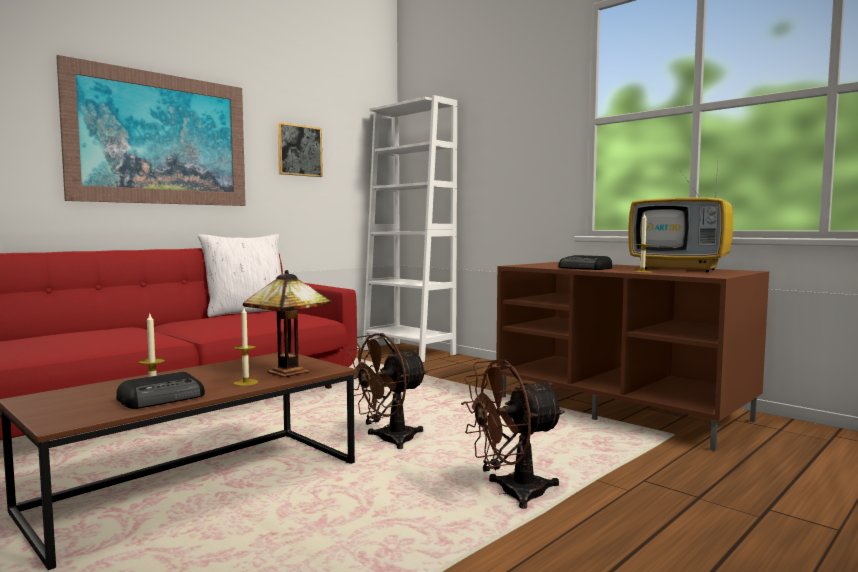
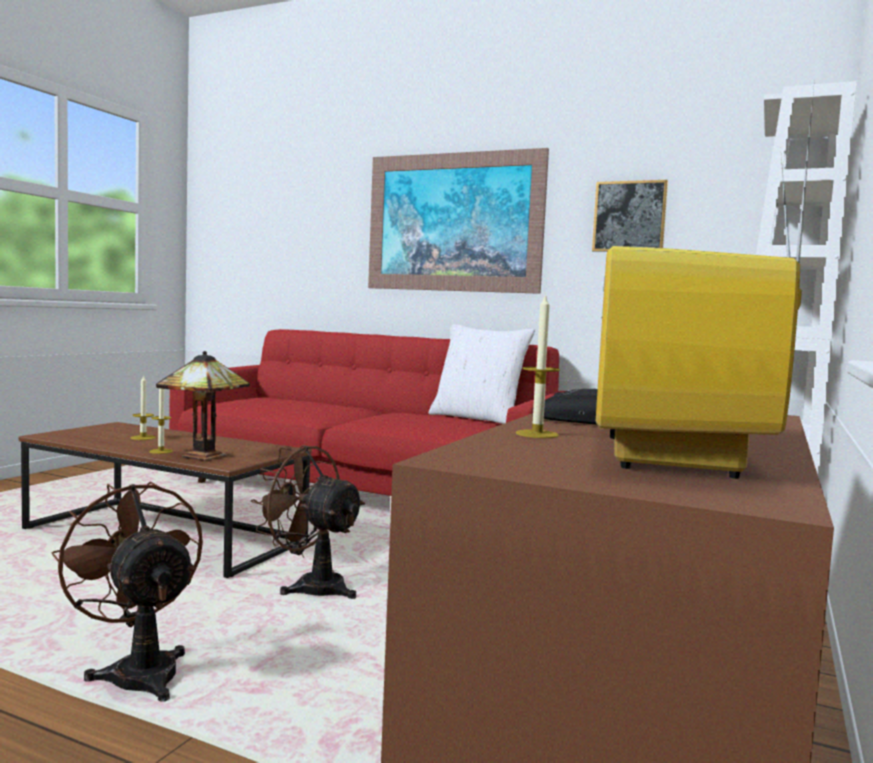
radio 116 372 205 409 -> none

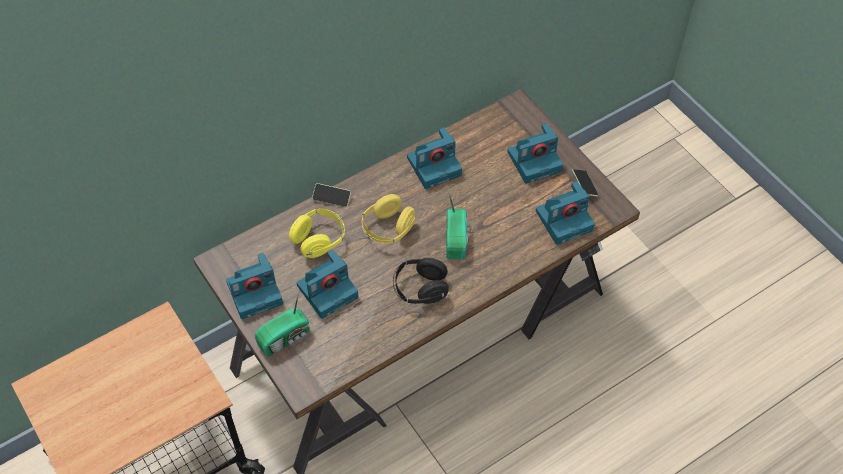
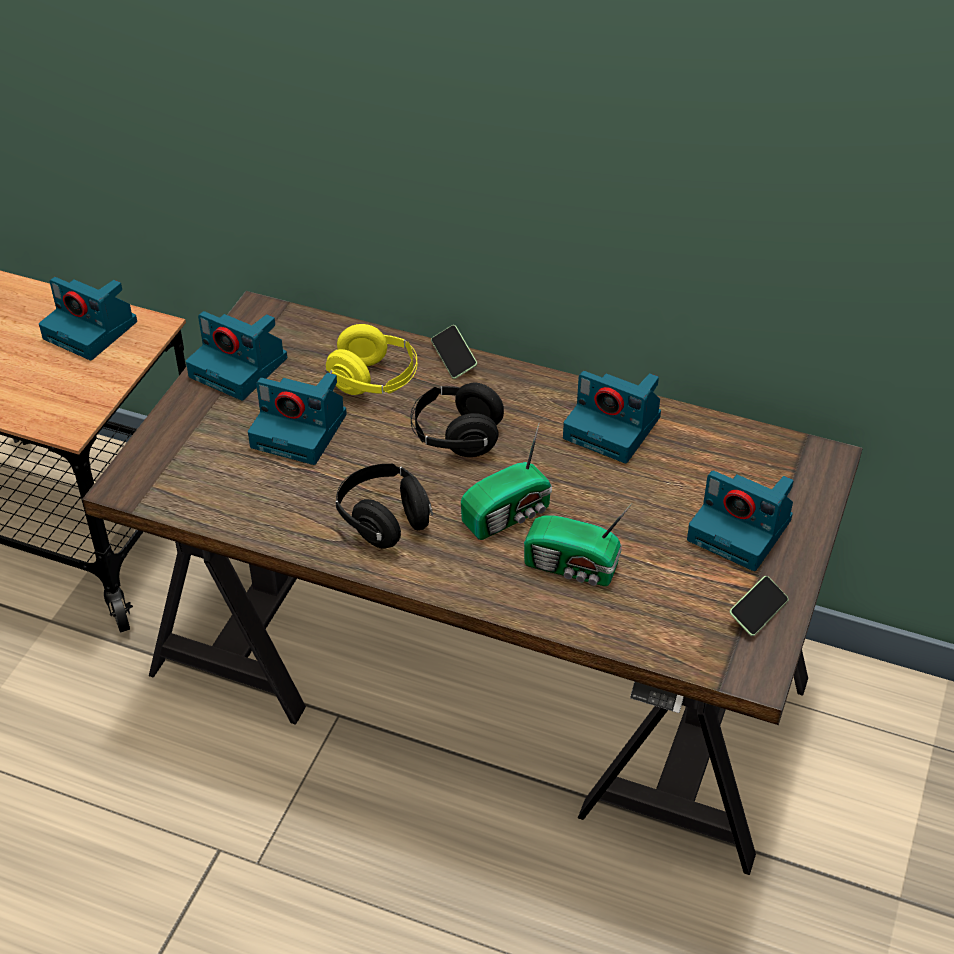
aparat fotograficzny 536 181 595 245 -> aparat fotograficzny 39 277 137 360, relocated
słuchawki/żółty 362 194 415 244 -> słuchawki/czarny 411 383 504 457
radio 255 290 310 357 -> radio 524 503 632 586, relocated

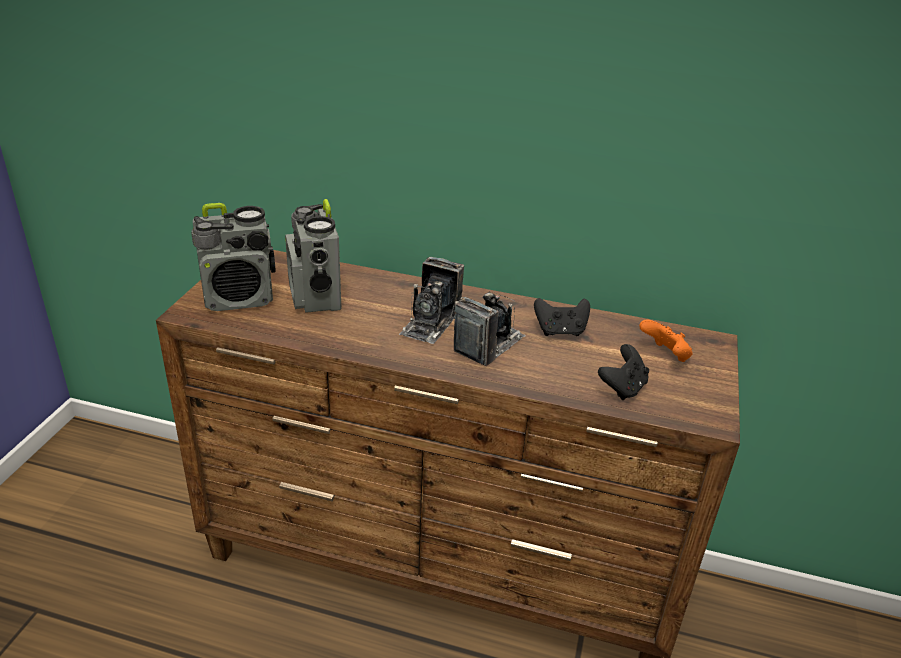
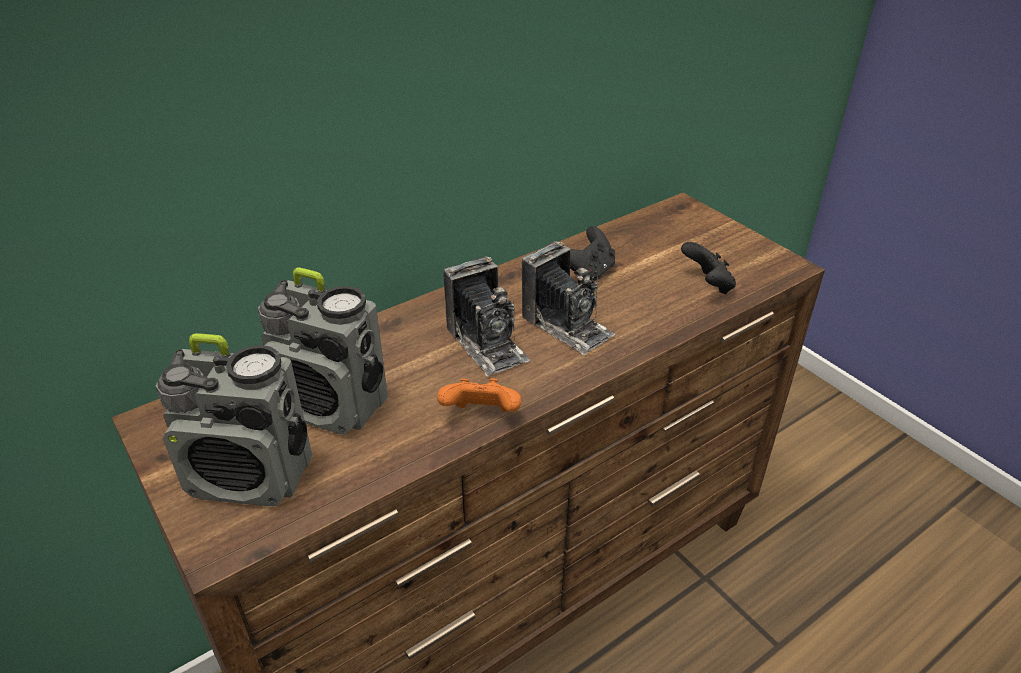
radio 191 203 275 311 -> radio 156 333 312 506, 75 degrees clockwise
aparat fotograficzny 454 292 526 366 -> aparat fotograficzny 521 241 615 355, 150 degrees clockwise
pad do gier/pomarańczowy 639 319 693 362 -> pad do gier/pomarańczowy 437 379 521 412, relocated

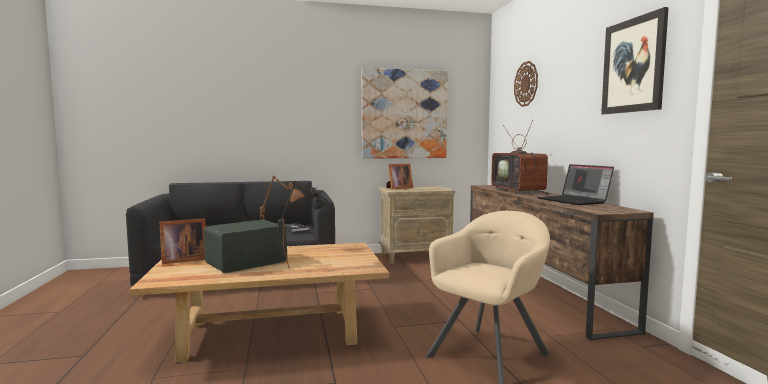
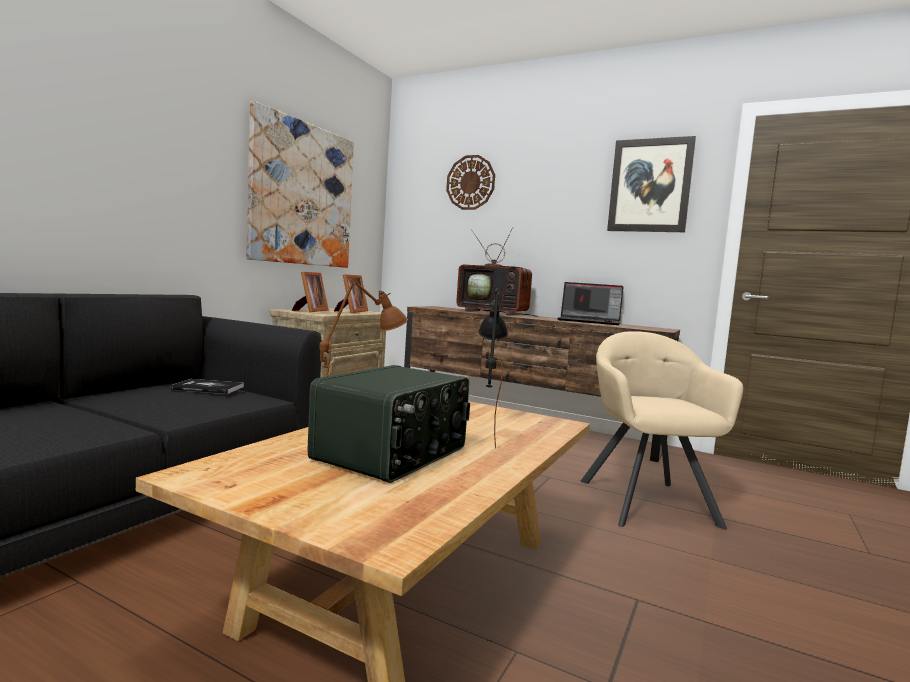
ramka na zdjęcie 160 219 206 264 -> ramka na zdjęcie 334 274 368 313, relocated
radio 204 219 287 273 -> radio 307 365 470 483, 150 degrees counterclockwise

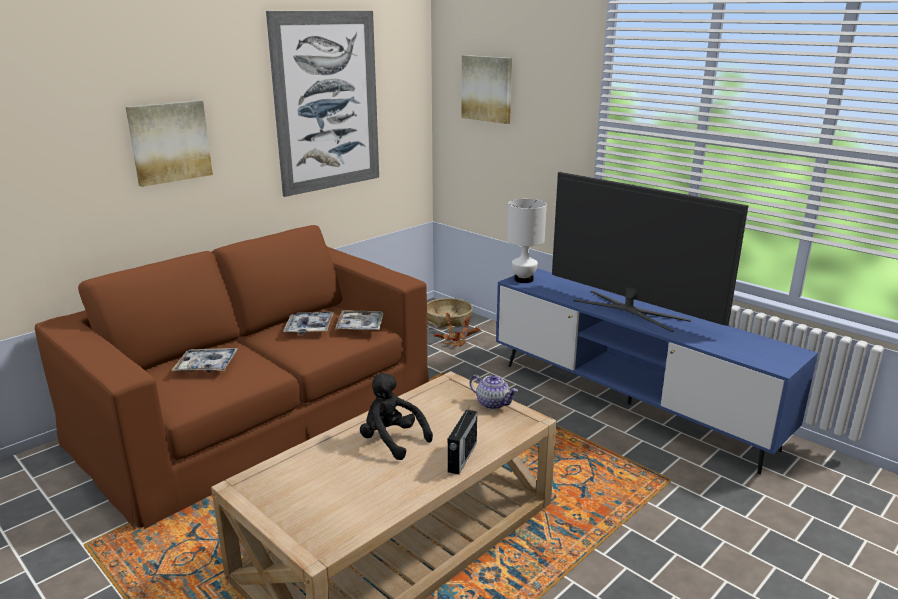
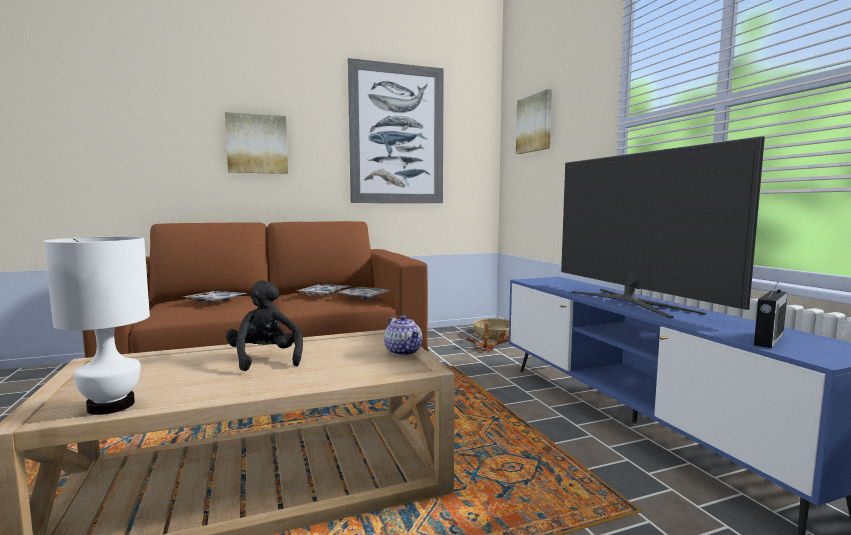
lampa stołowa/biały 507 199 547 283 -> lampa stołowa/biały 44 236 150 415, relocated
radio 448 408 477 475 -> radio 754 281 788 348, relocated

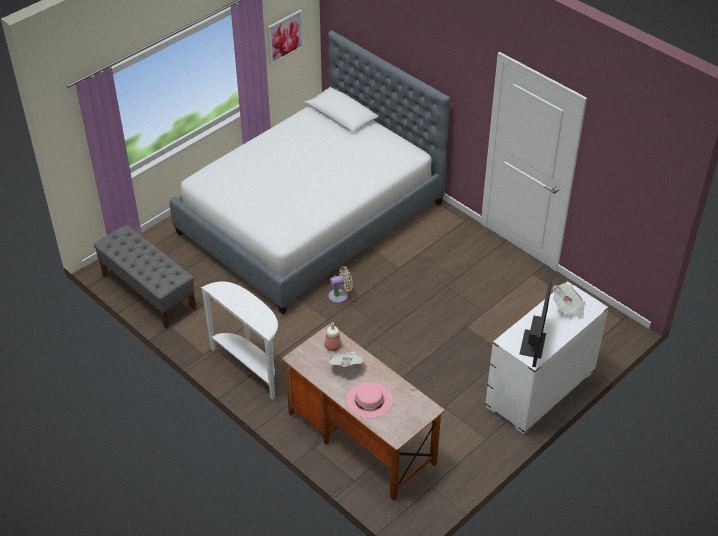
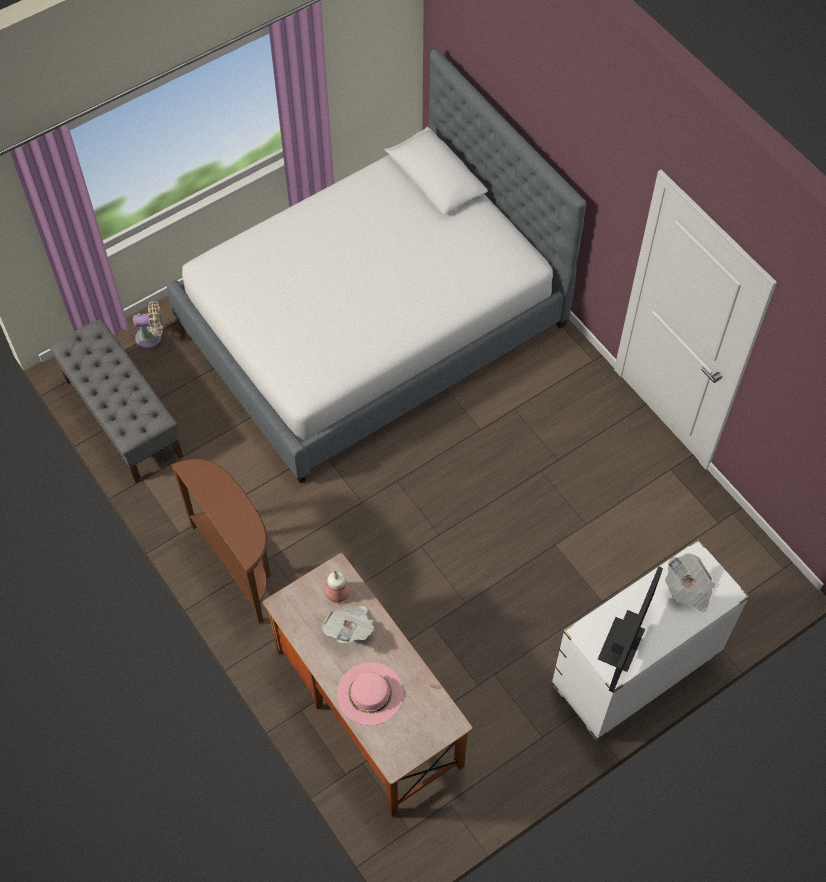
obraz 268 9 303 65 -> none
wentylator/beżowy 329 266 353 304 -> wentylator/beżowy 133 301 163 349, relocated
stolik konsolowy/biały 201 281 278 400 -> stolik konsolowy/brązowy 171 459 271 624

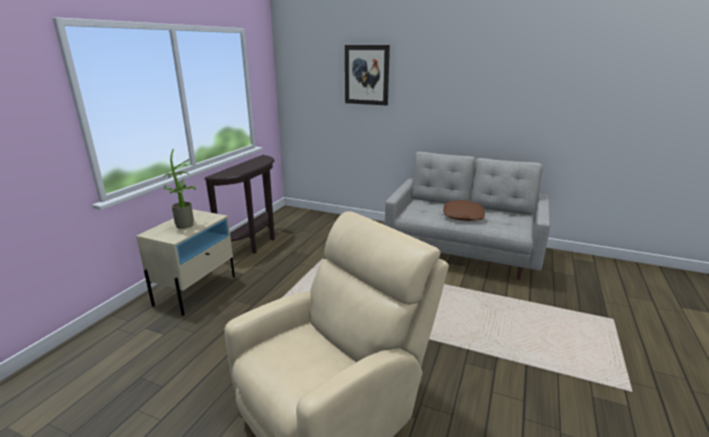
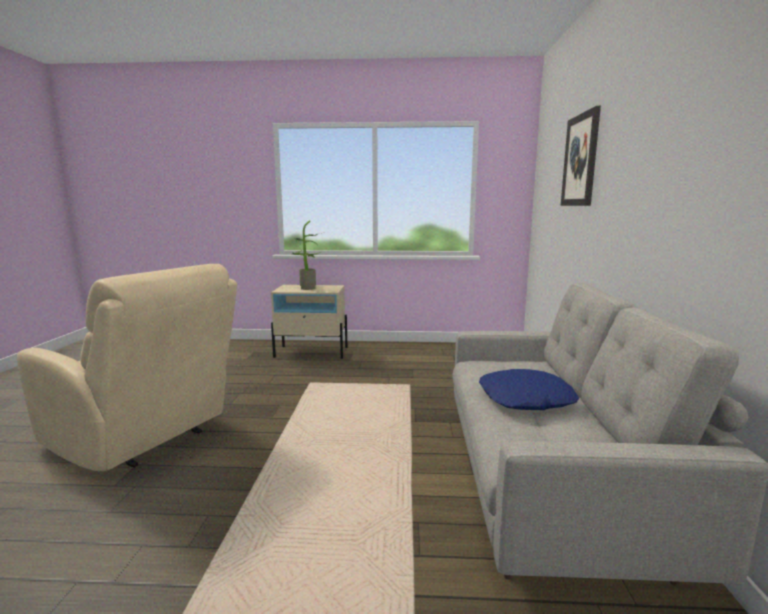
stolik konsolowy/brązowy 204 155 275 253 -> none
poduszka/brązowy 443 200 485 221 -> poduszka/niebieski 479 369 579 410

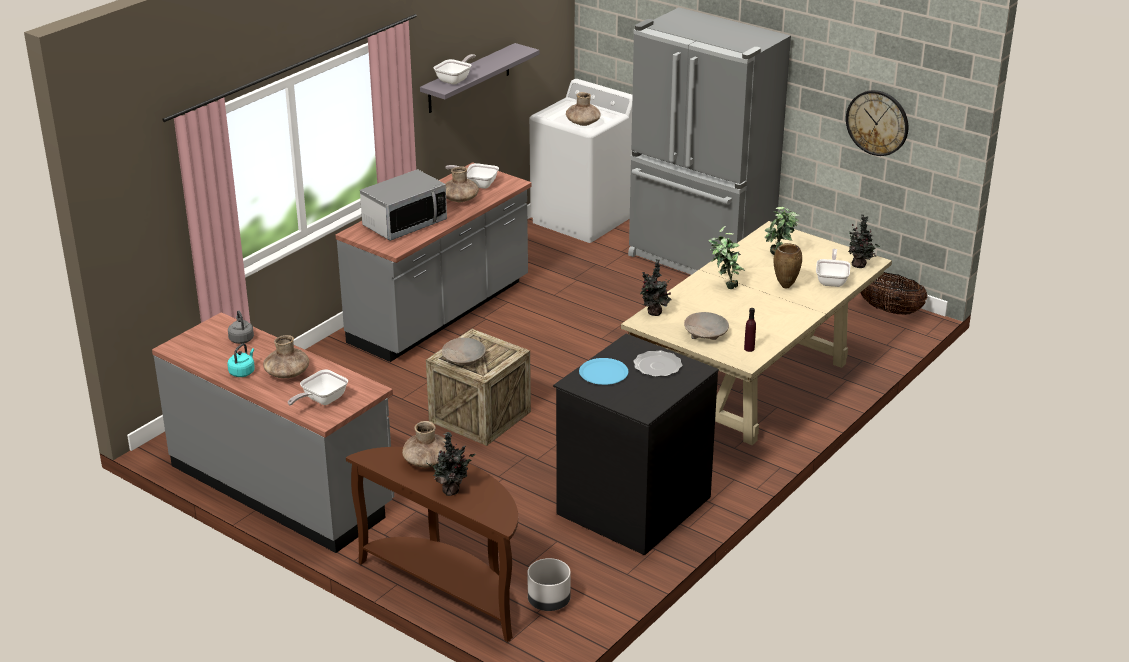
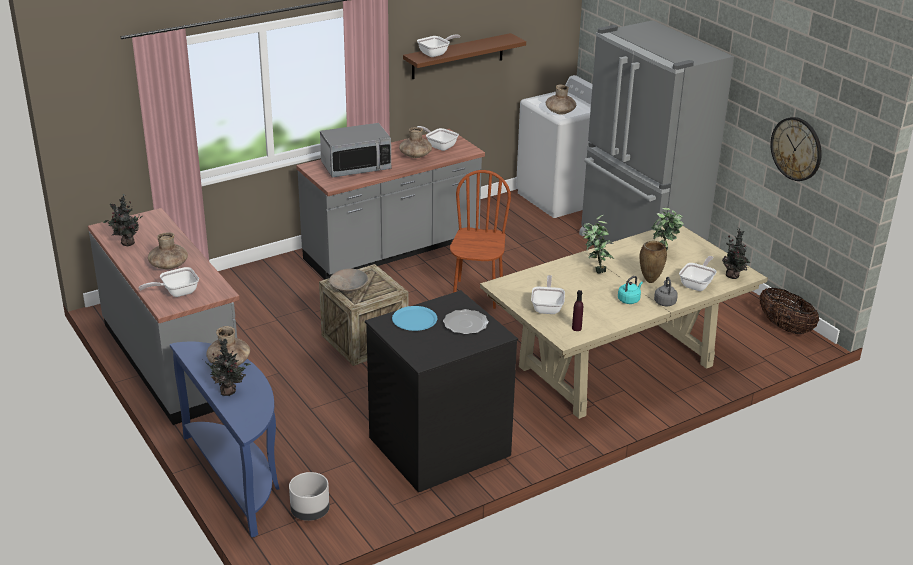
półka/szary 420 43 539 113 -> półka/brązowy 403 33 526 79
roślina doniczkowa 640 259 672 316 -> roślina doniczkowa 103 194 143 246, relocated
czajnik/szary 228 310 254 344 -> czajnik/szary 654 277 678 306, relocated
miska/beżowy 684 312 729 340 -> patelnia 531 275 565 314
czajnik/turkusowy 227 343 255 377 -> czajnik/turkusowy 618 276 643 304, relocated
stolik konsolowy/brązowy 346 447 518 642 -> stolik konsolowy/niebieski 170 342 280 537
none -> krzesło/brązowy 450 170 511 309

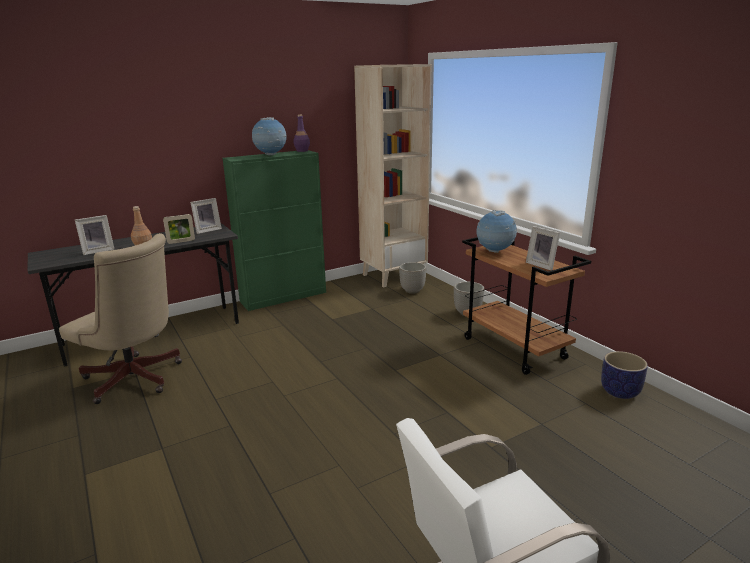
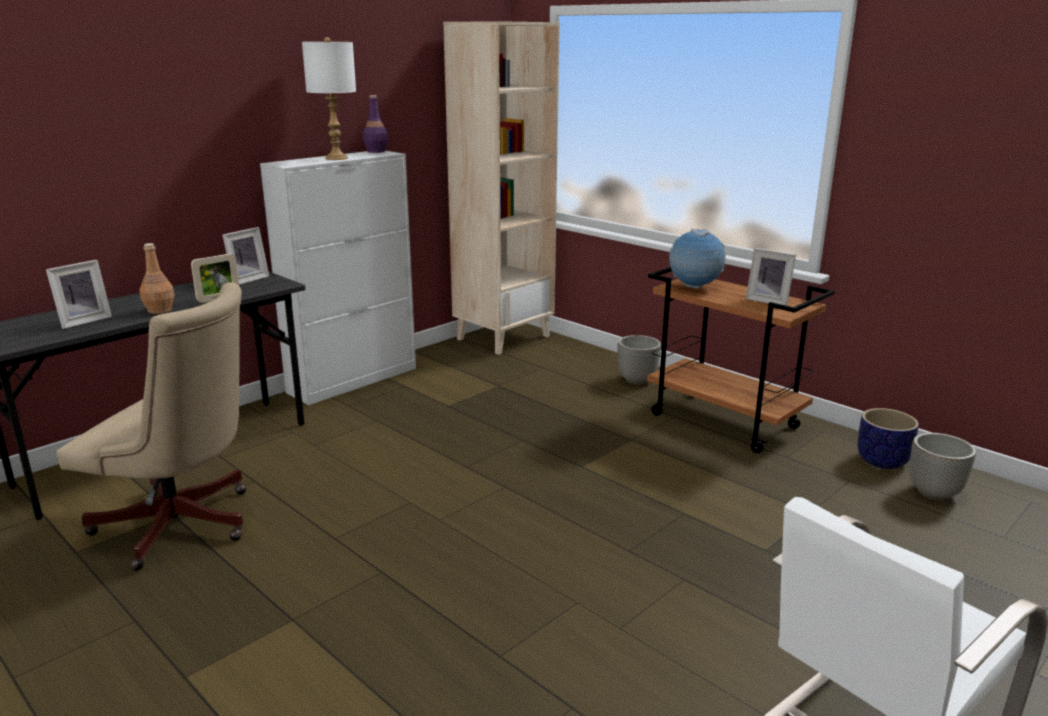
globus 252 117 287 155 -> lampa stołowa/biały 302 37 356 160
szafka/zielony 223 150 326 311 -> szafka/biały 260 151 416 405
donica 399 262 426 294 -> donica 910 433 976 501, relocated

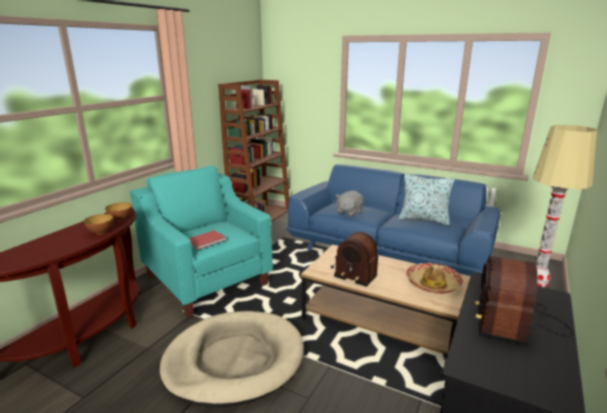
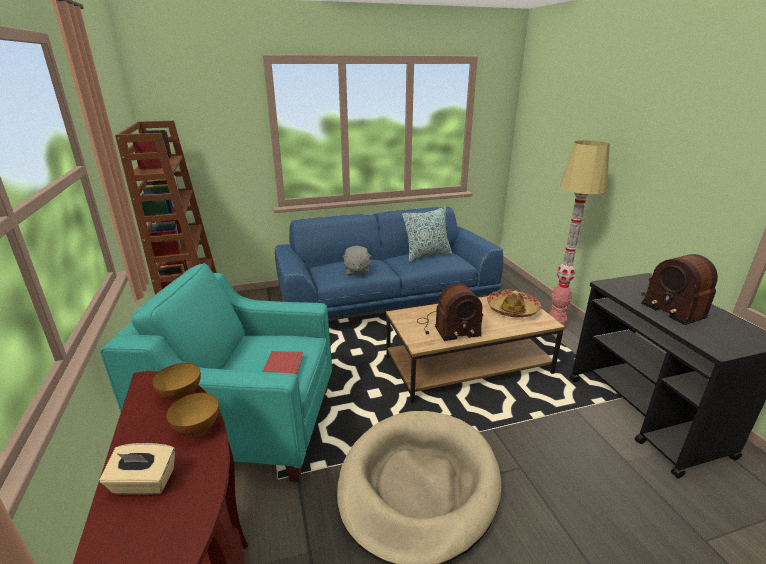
none -> pudełko chusteczek/beżowy 99 443 175 495

